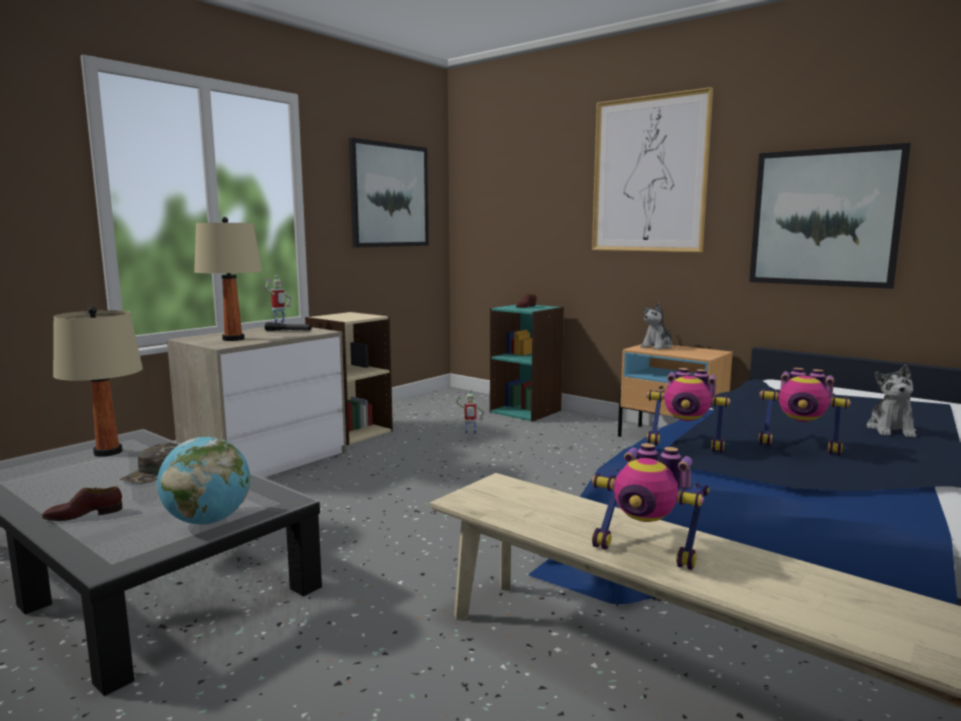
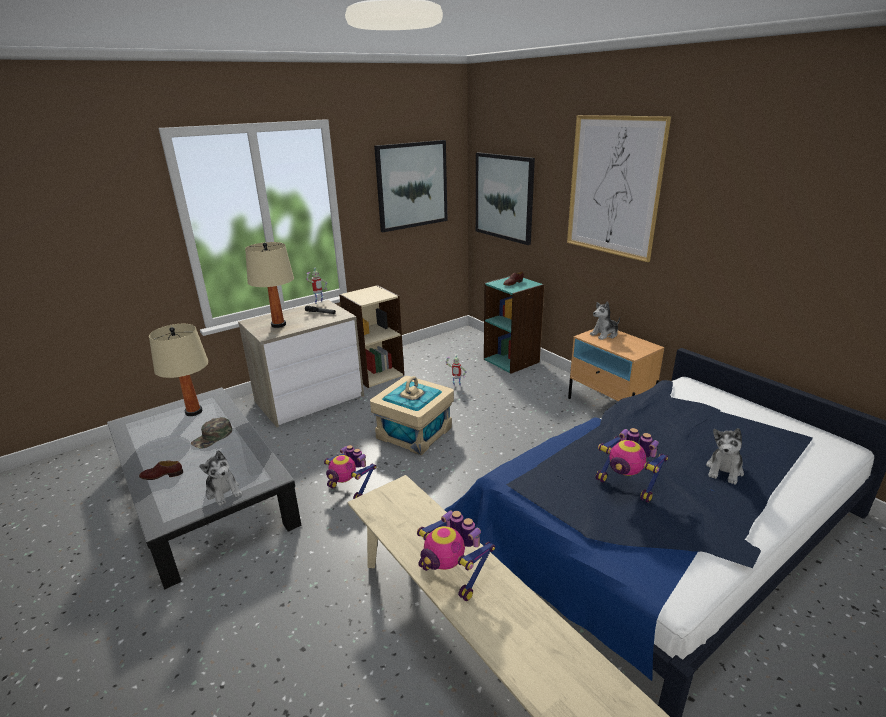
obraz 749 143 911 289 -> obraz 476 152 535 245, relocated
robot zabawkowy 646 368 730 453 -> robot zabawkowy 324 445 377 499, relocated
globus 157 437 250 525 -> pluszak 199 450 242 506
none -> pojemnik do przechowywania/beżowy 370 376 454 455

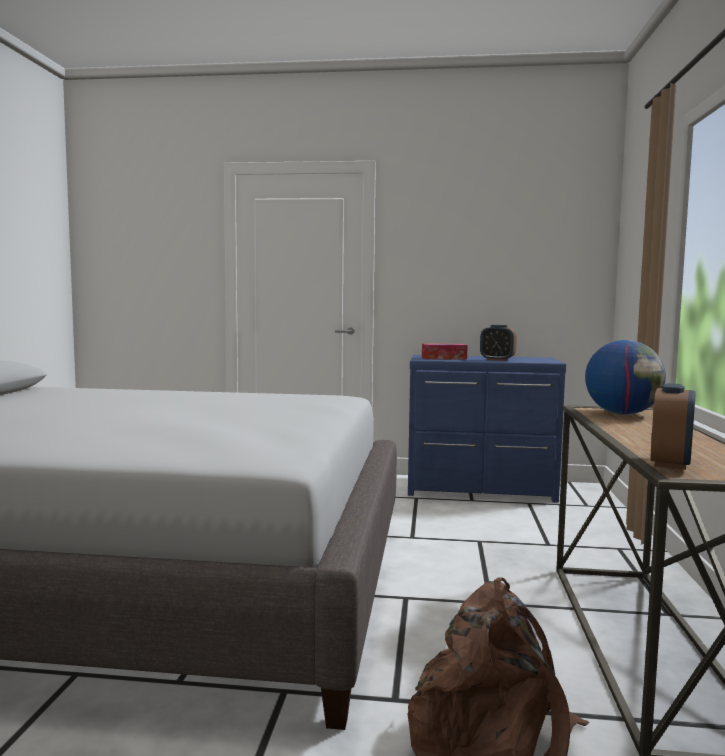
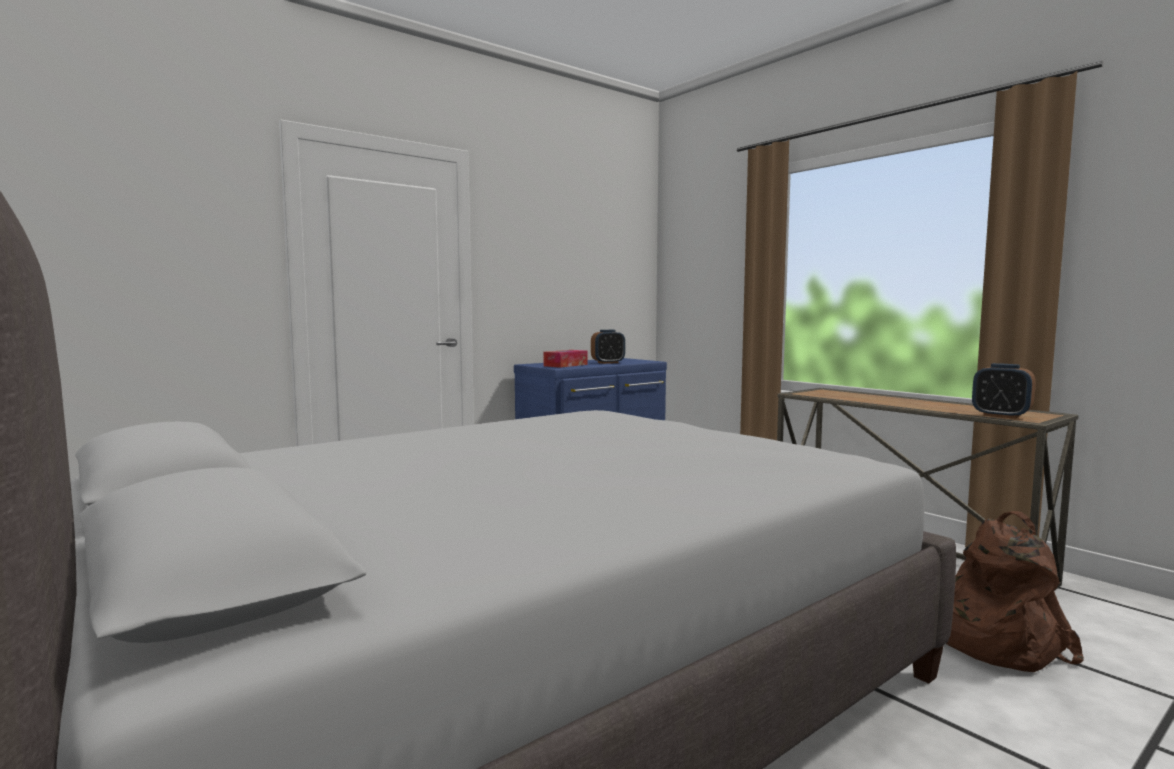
globus 585 340 666 415 -> none
budzik 651 383 695 470 -> budzik 972 363 1036 419, 150 degrees clockwise

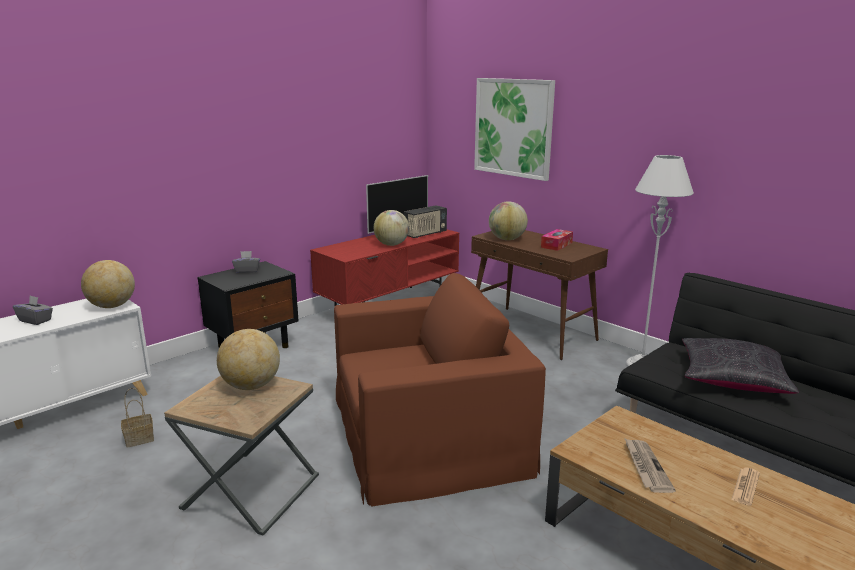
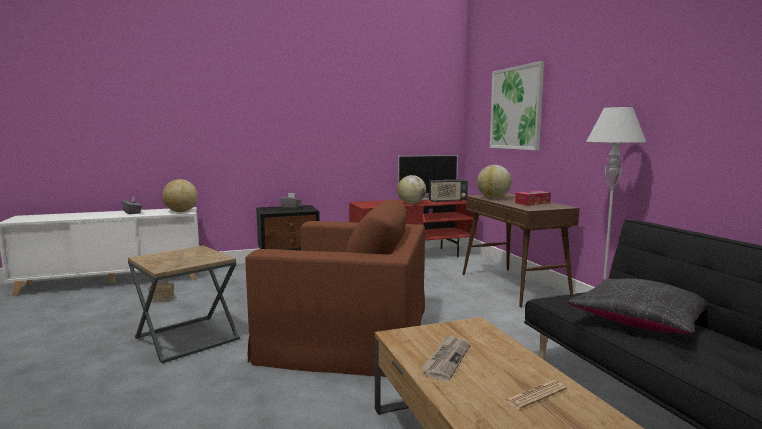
globus 217 329 280 390 -> none

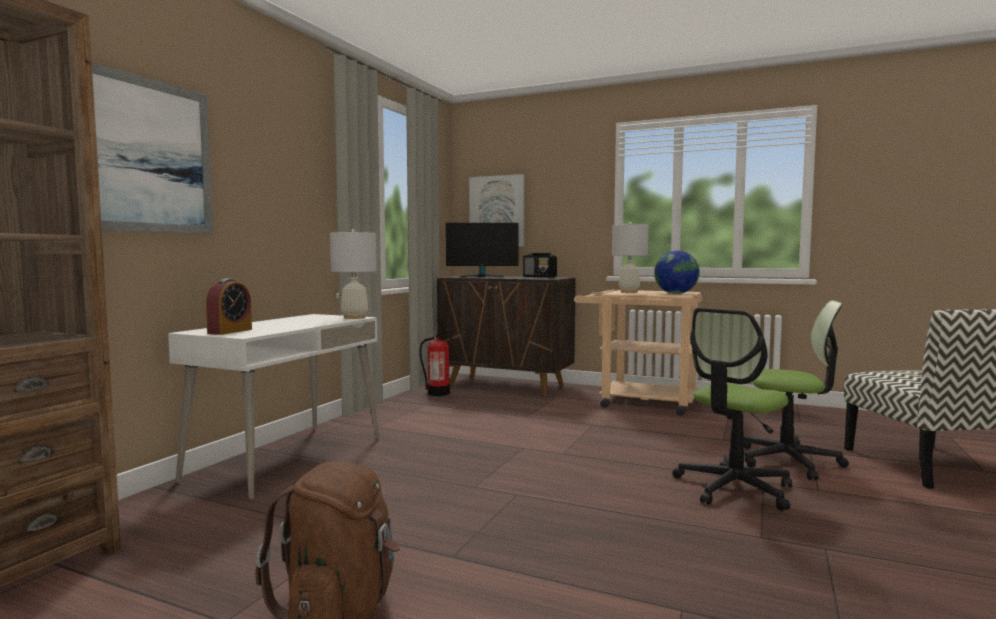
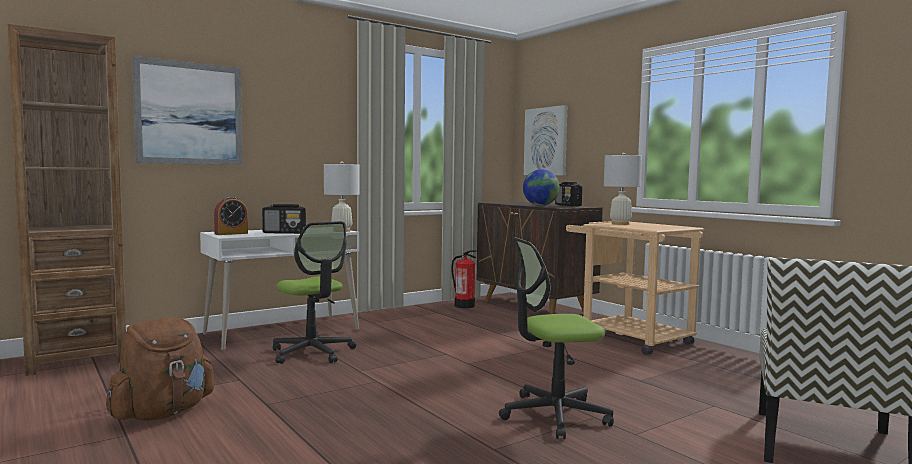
monitor 446 223 519 277 -> none
globus 654 251 700 294 -> globus 523 169 560 206, relocated
krzesło biurowe 743 300 849 480 -> krzesło biurowe 273 221 356 364, relocated
none -> radio 262 204 306 234

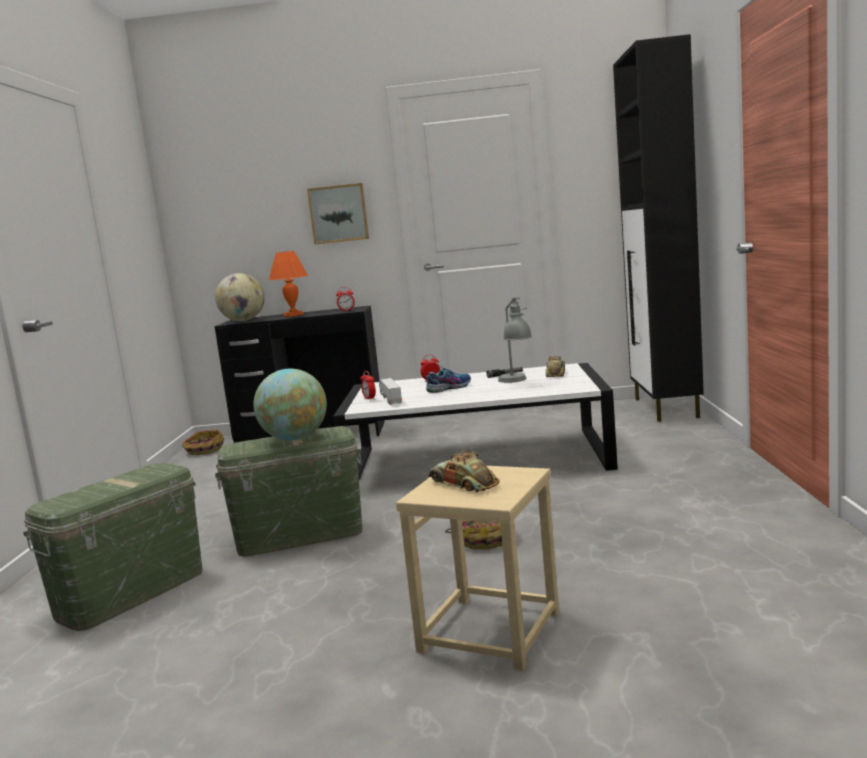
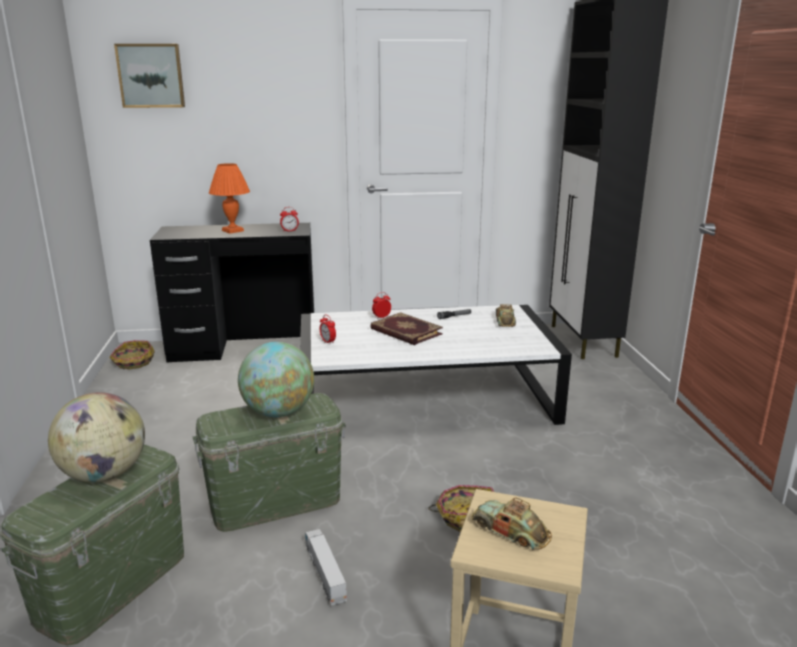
obraz 307 183 369 245 -> obraz 114 44 185 108, relocated
globus 215 273 265 321 -> globus 48 392 145 483, relocated
lampa stołowa/szary 498 296 532 383 -> none
but 426 366 471 393 -> książka 370 312 443 345
ciężarówka zabawkowa 379 378 402 405 -> ciężarówka zabawkowa 305 529 347 606, relocated

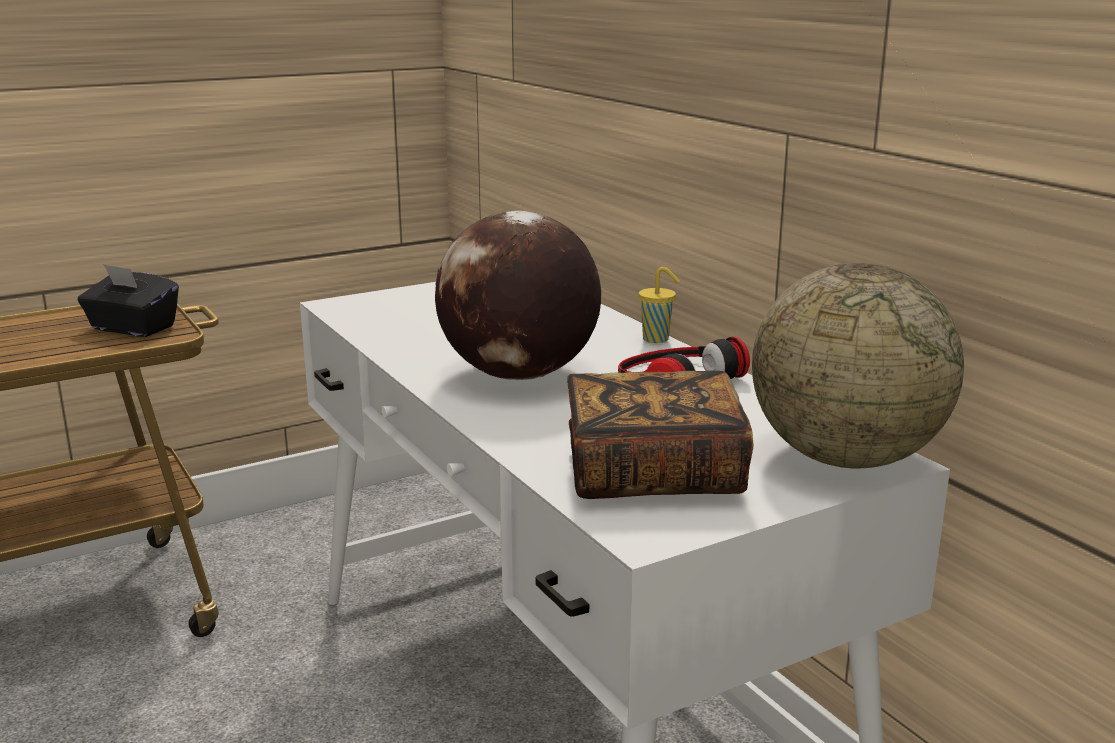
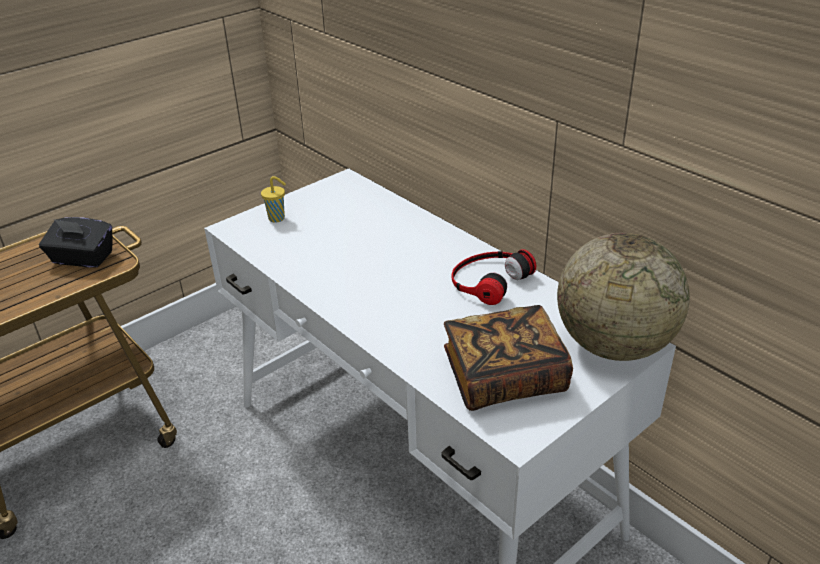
globus 435 211 601 380 -> none
filiżanka/żółty 639 267 680 343 -> filiżanka/żółty 261 176 286 223, relocated

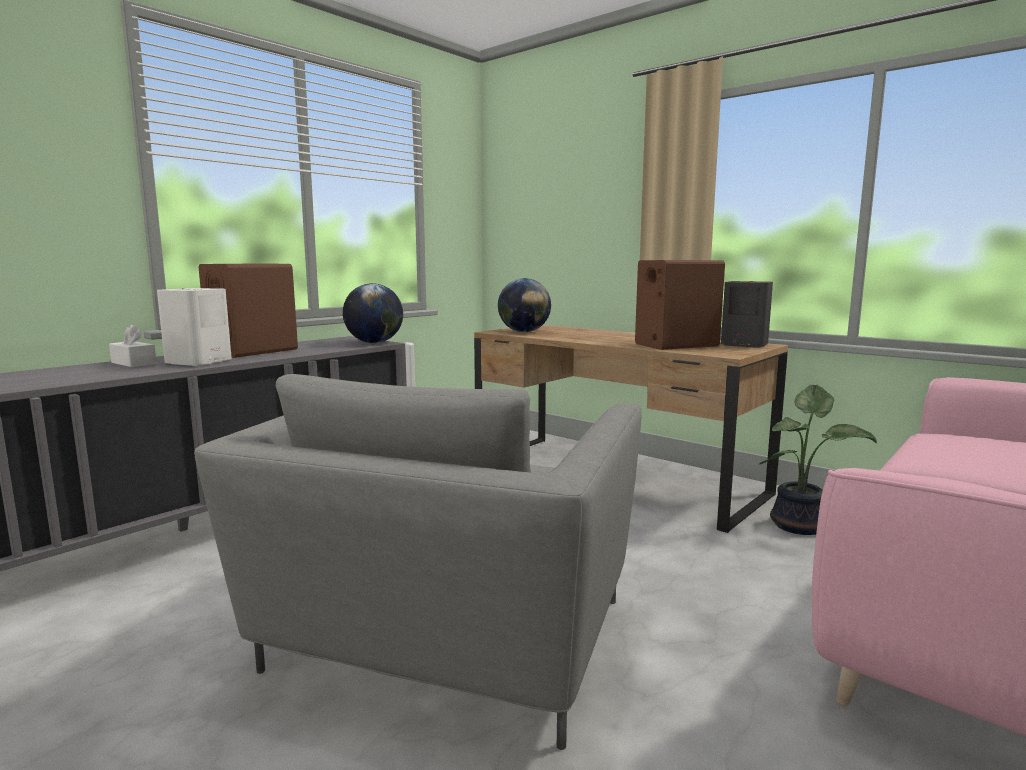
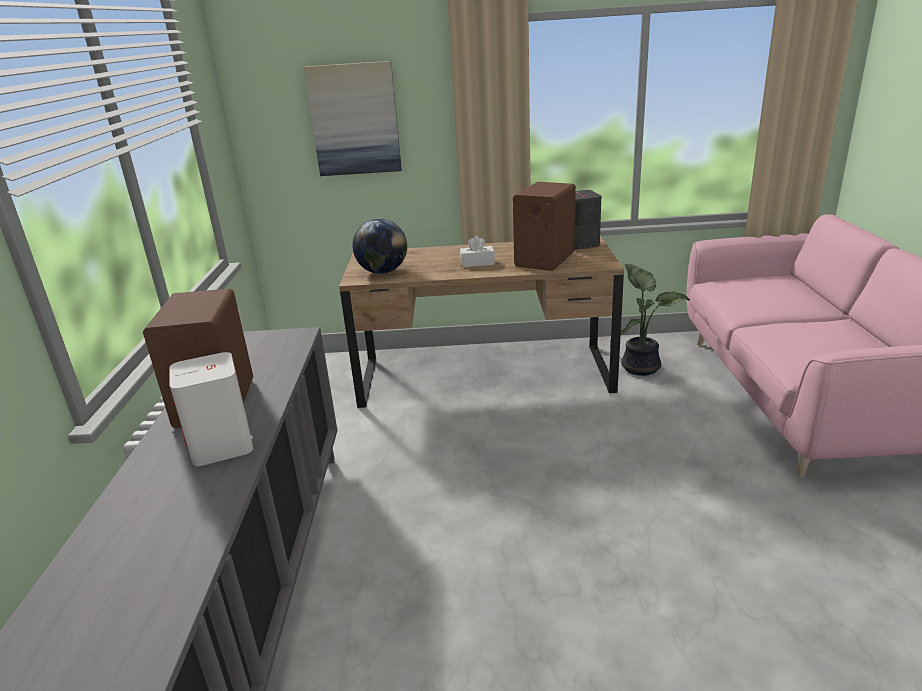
globus 343 283 403 343 -> none
pudełko chusteczek/biały 109 325 157 367 -> pudełko chusteczek/biały 460 236 495 267, relocated
fotel/szary 194 374 642 750 -> none
none -> obraz 304 61 402 176

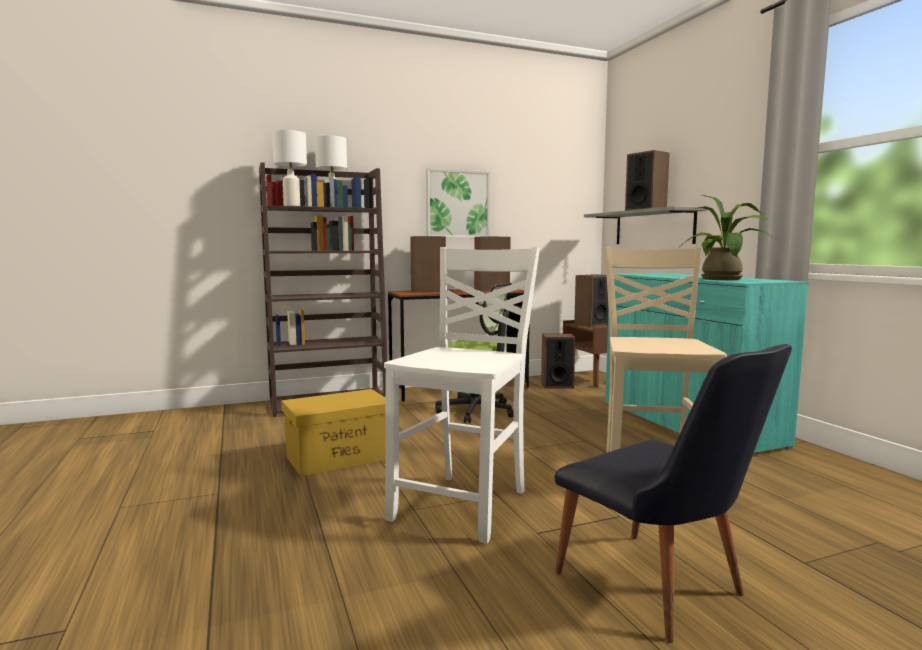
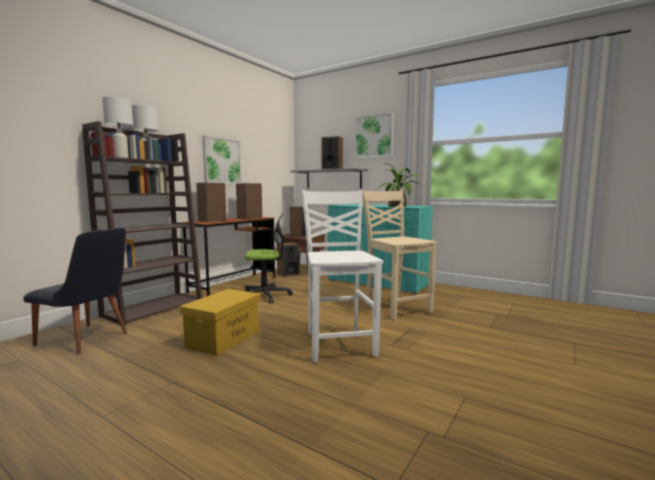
krzesło/czarny 555 344 792 643 -> krzesło/czarny 23 228 127 354, relocated
none -> obraz 354 112 394 159

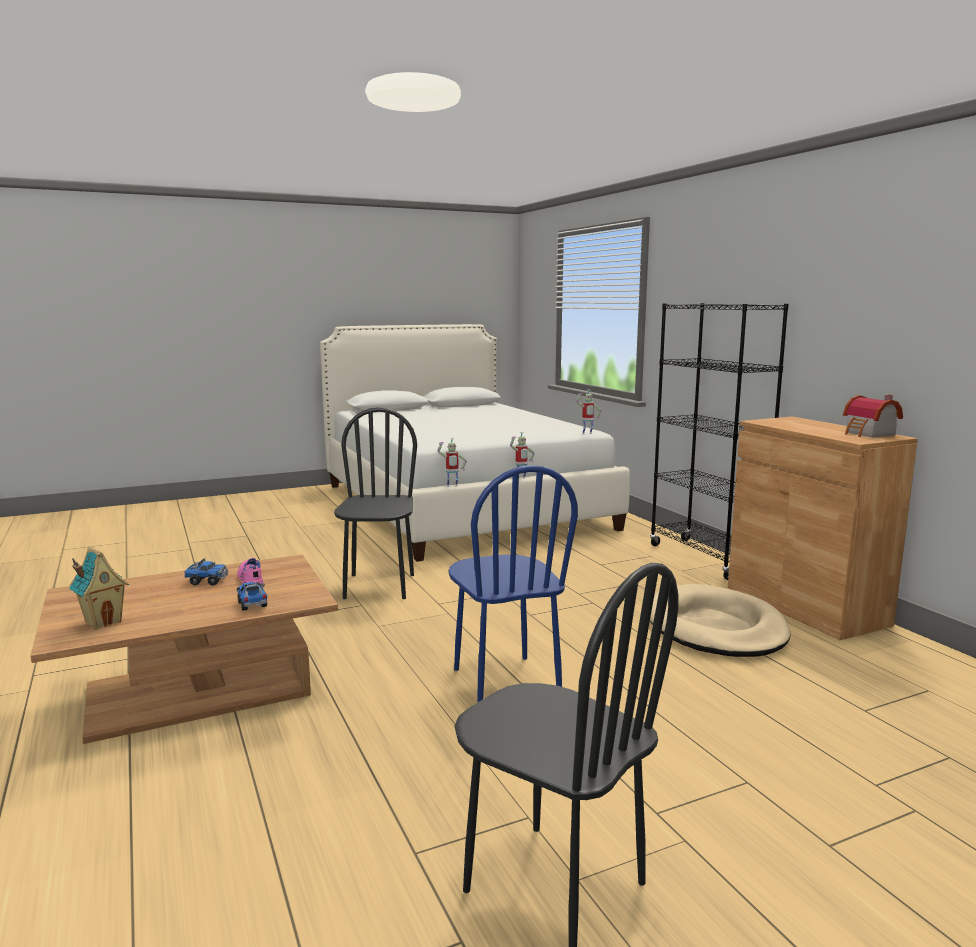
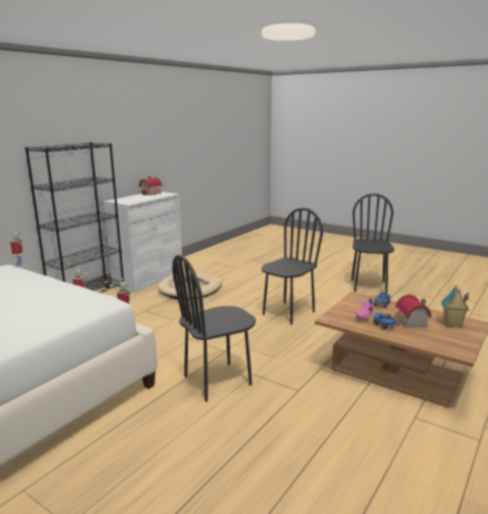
szafka/brązowy 728 417 918 640 -> szafka/biały 103 192 182 292
krzesło/niebieski 448 465 578 703 -> krzesło/czarny 261 208 323 325
none -> domek 394 294 432 328

